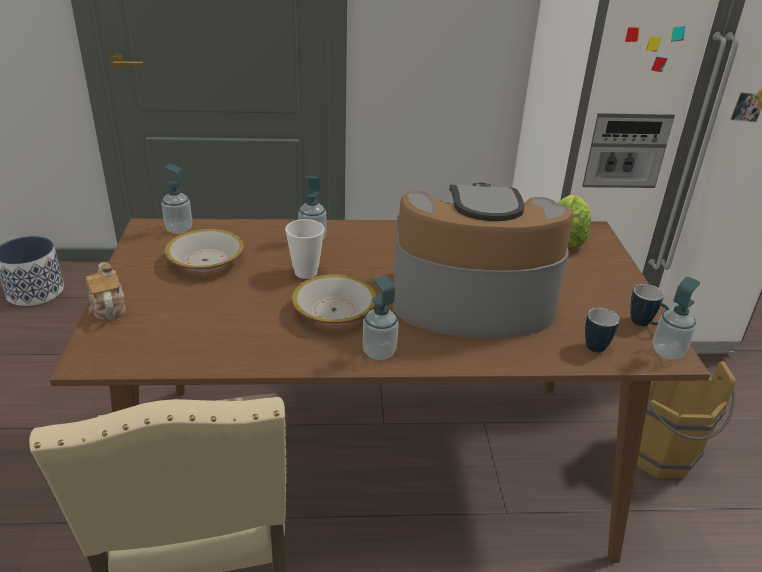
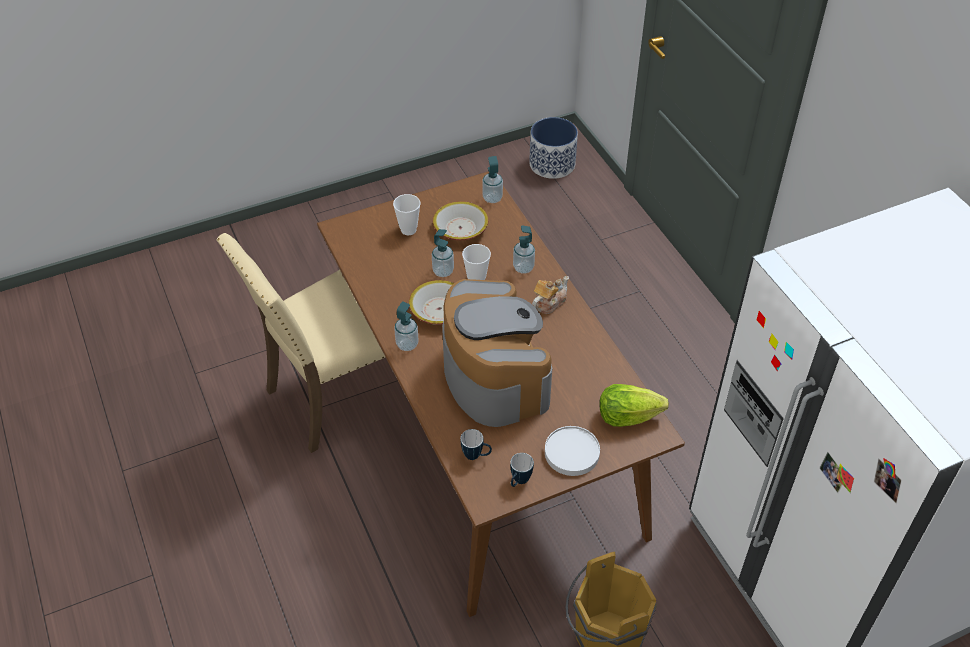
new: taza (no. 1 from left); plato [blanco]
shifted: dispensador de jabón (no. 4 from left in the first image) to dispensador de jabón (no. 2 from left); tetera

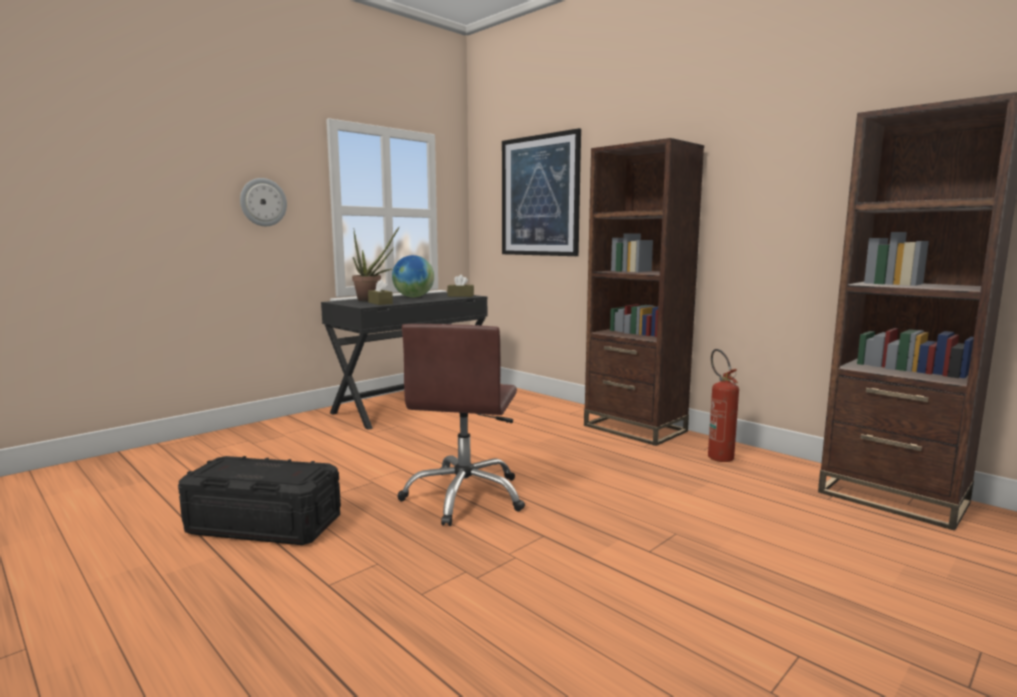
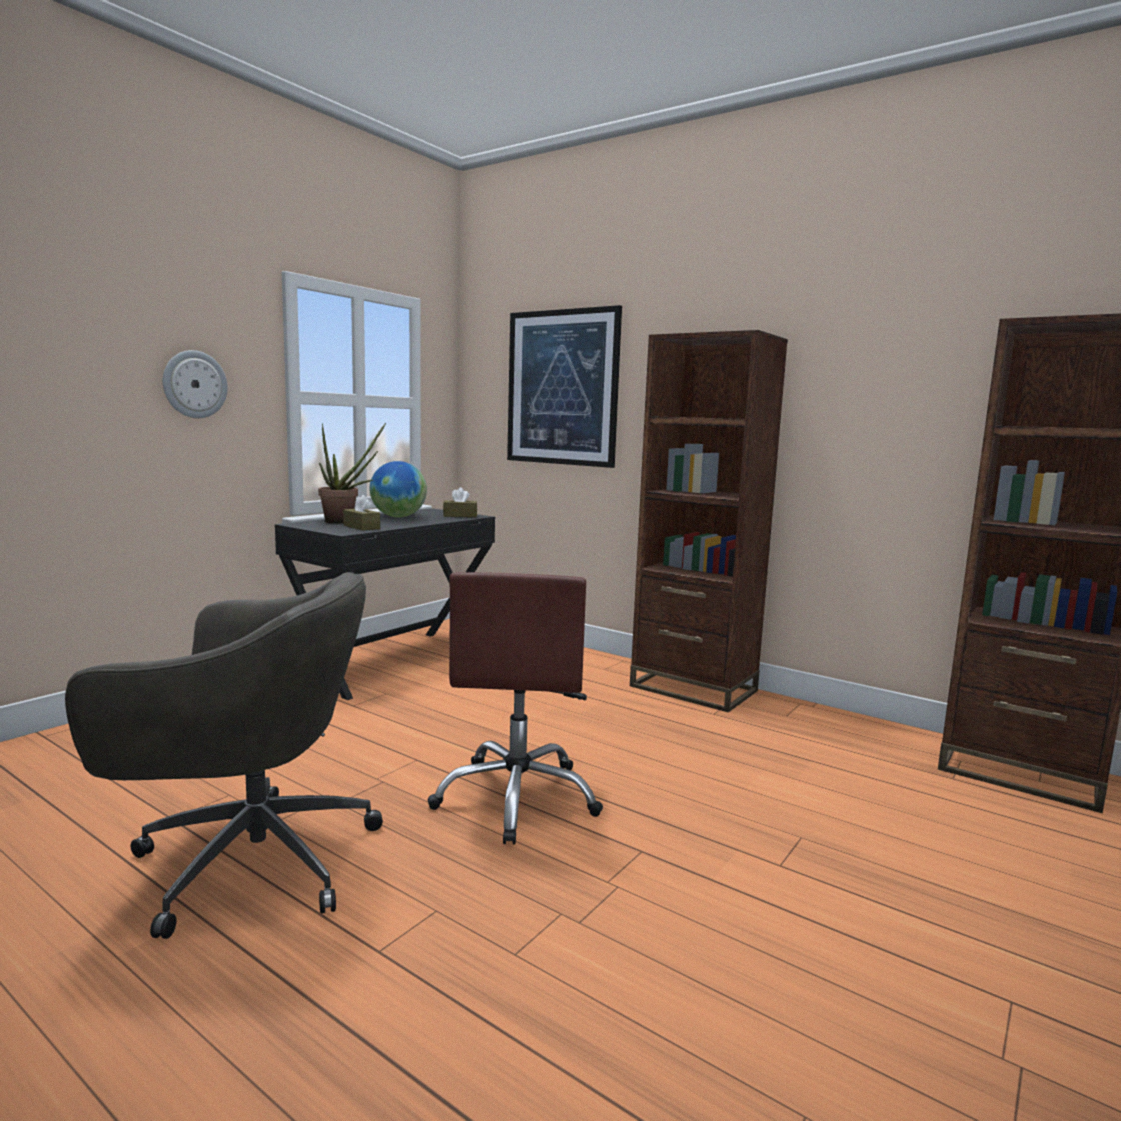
gone: extintor
swapped: caja de almacenaje [negro] to silla de oficina [gris]

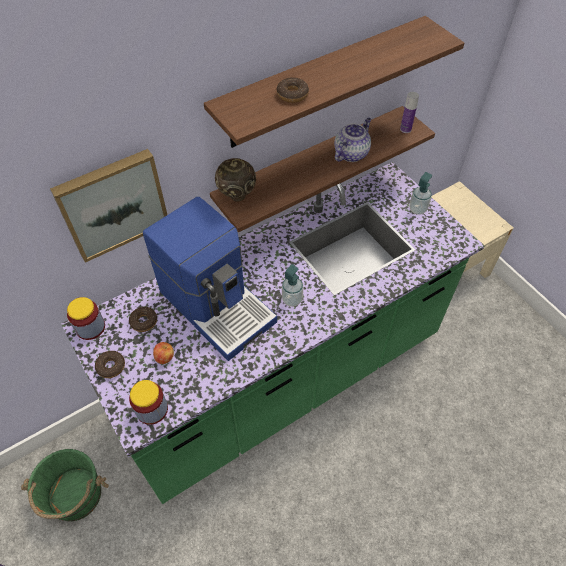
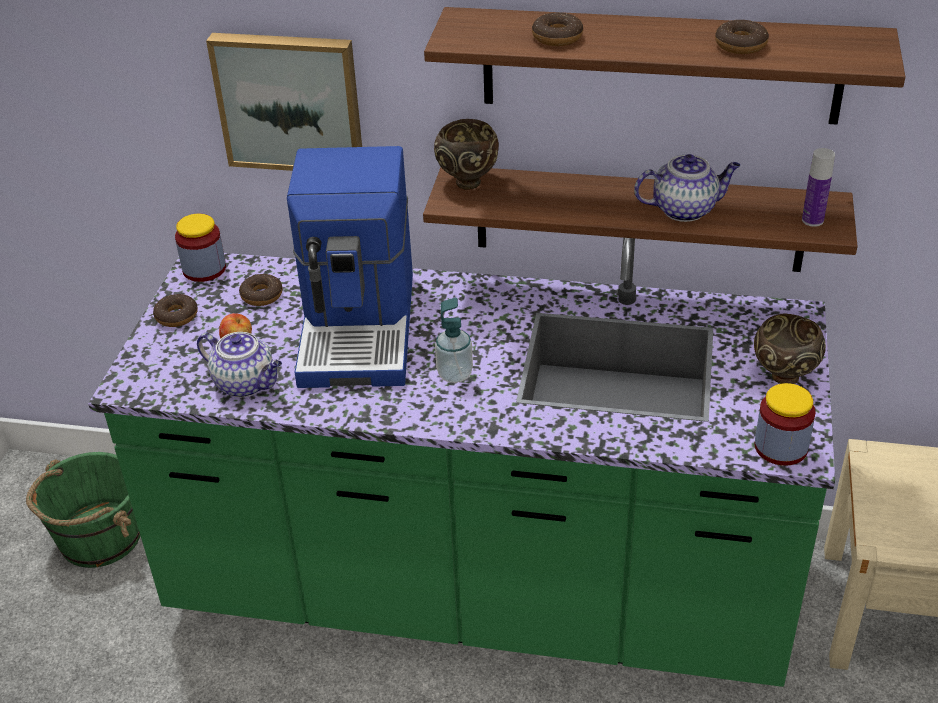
new: tetera (no. 1 from left); rosquilla (no. 4 from left)
shifted: tarro (no. 2 from left)
swapped: dispensador de jabón (no. 2 from left) to cuenco [marrón] (no. 2 from left)

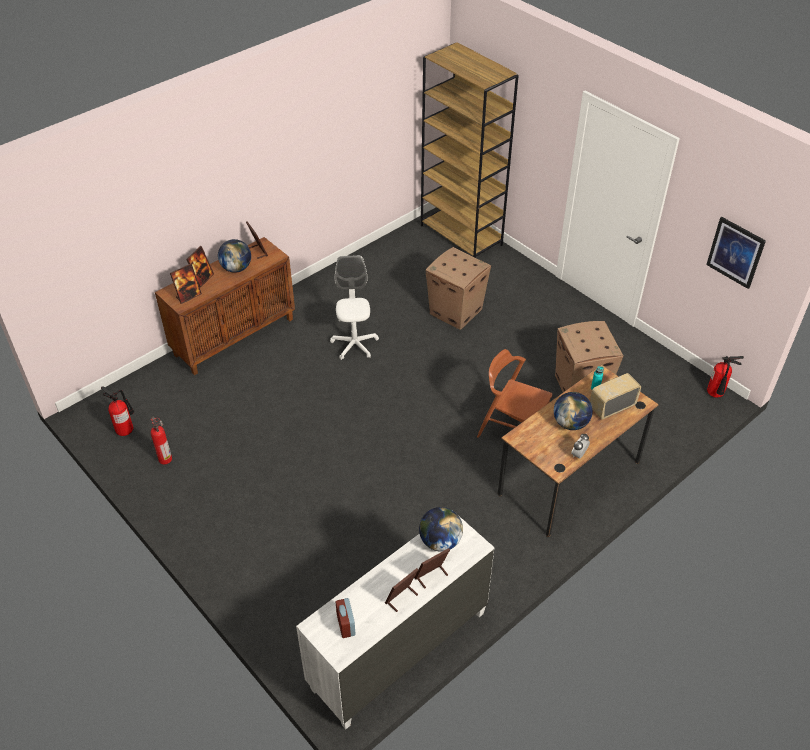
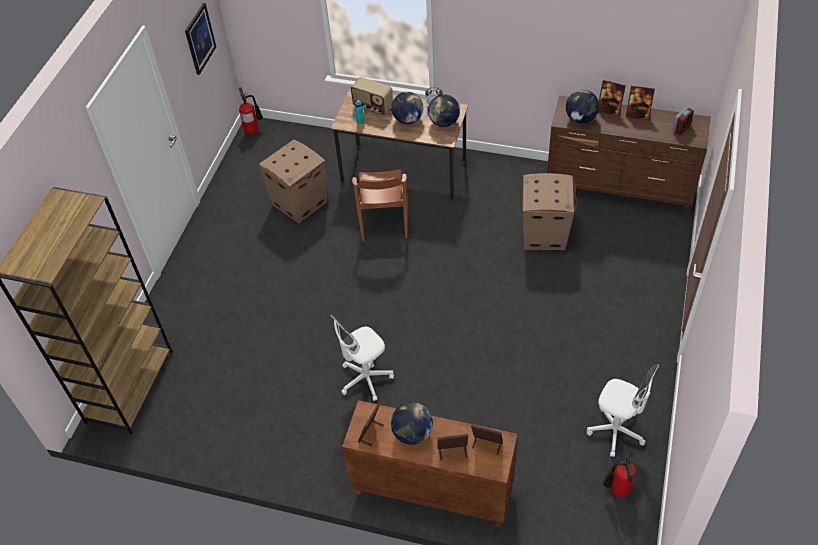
new: globo terráqueo (no. 3 from left)
shifted: caja de cartón (no. 1 from left in the first image) to caja de cartón (no. 2 from left)
swapped: extintor (no. 2 from left) to silla de oficina [blanco] (no. 2 from left)
repainted: cómoda [blanco] to cómoda [marrón]

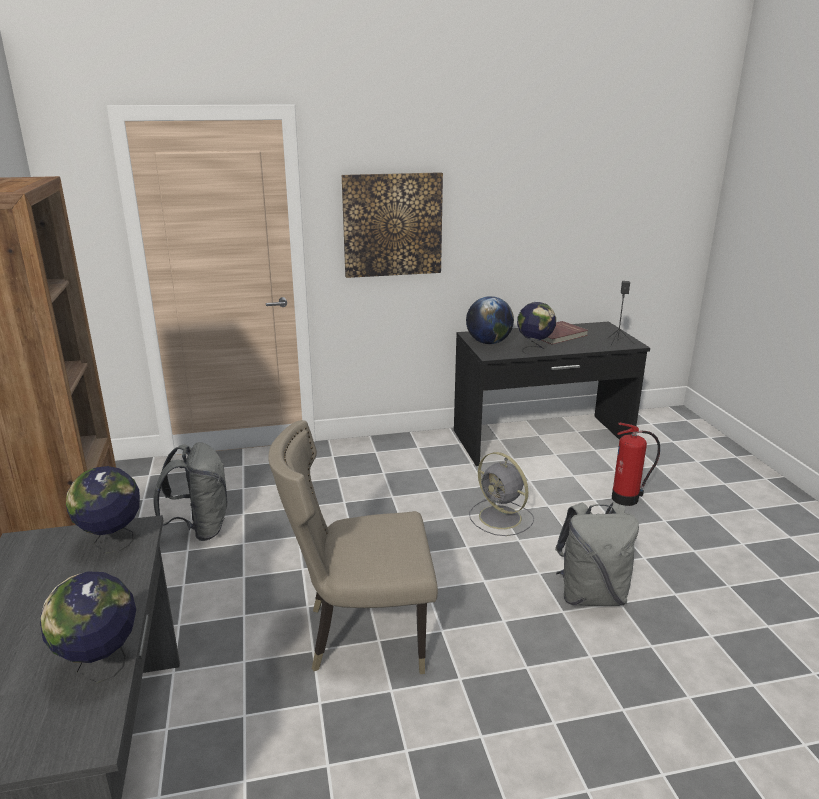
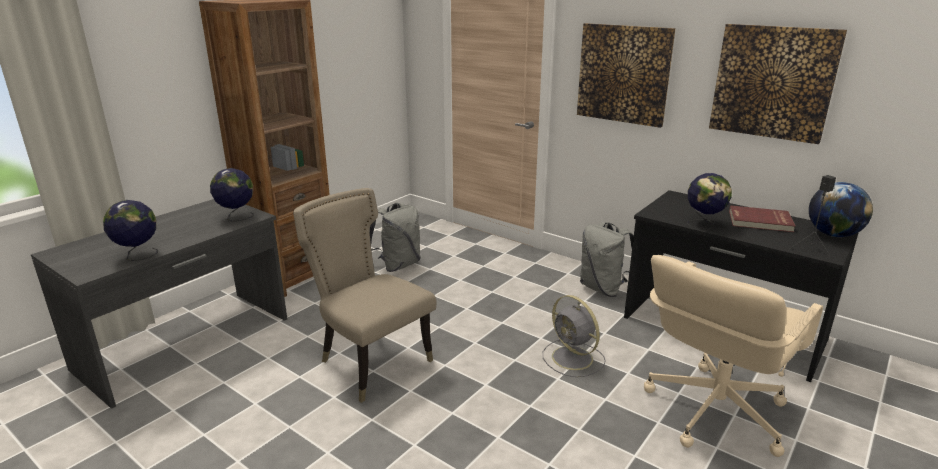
new: cuadro (no. 2 from left)
shifted: mochila [gris] (no. 2 from left); globo terráqueo (no. 3 from left in the first image) to globo terráqueo (no. 4 from left)
swapped: extintor to silla de oficina [beis]
rotated: ventilador [gris] 45 degrees counterclockwise

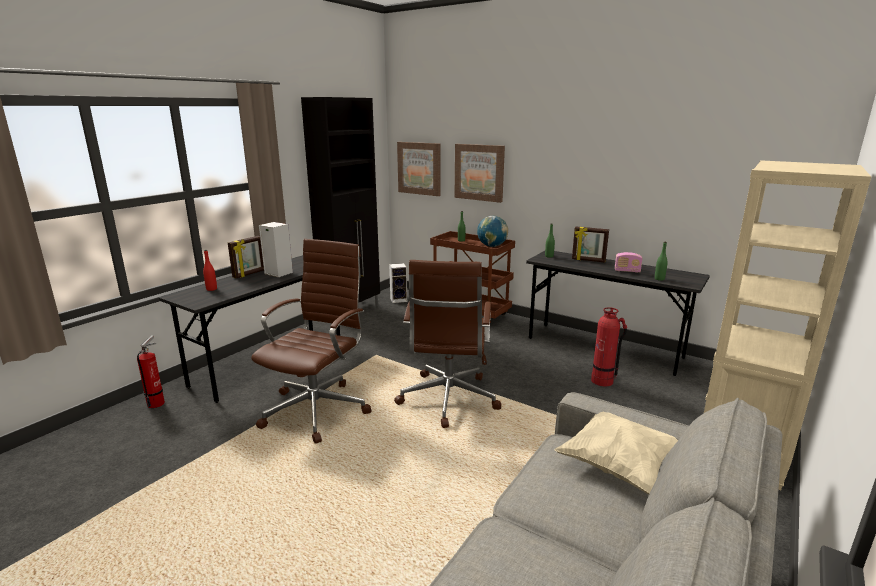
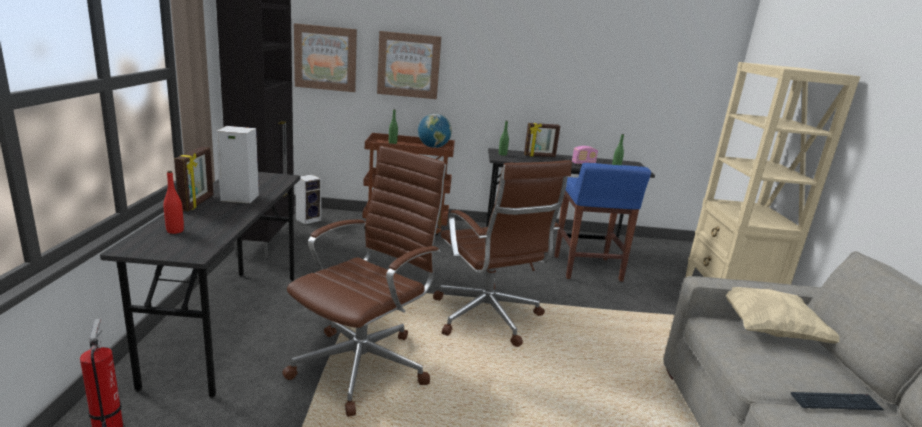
new: teclado
swapped: extintor (no. 2 from left) to taburete [azul]
rotated: silla de oficina [marrón] (no. 1 from left) 45 degrees clockwise

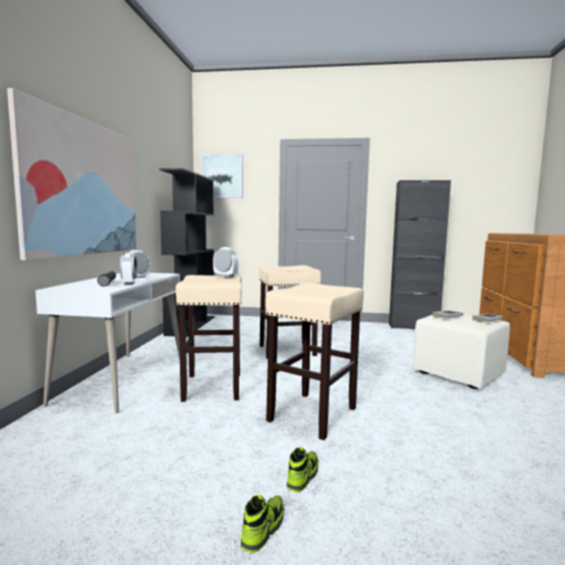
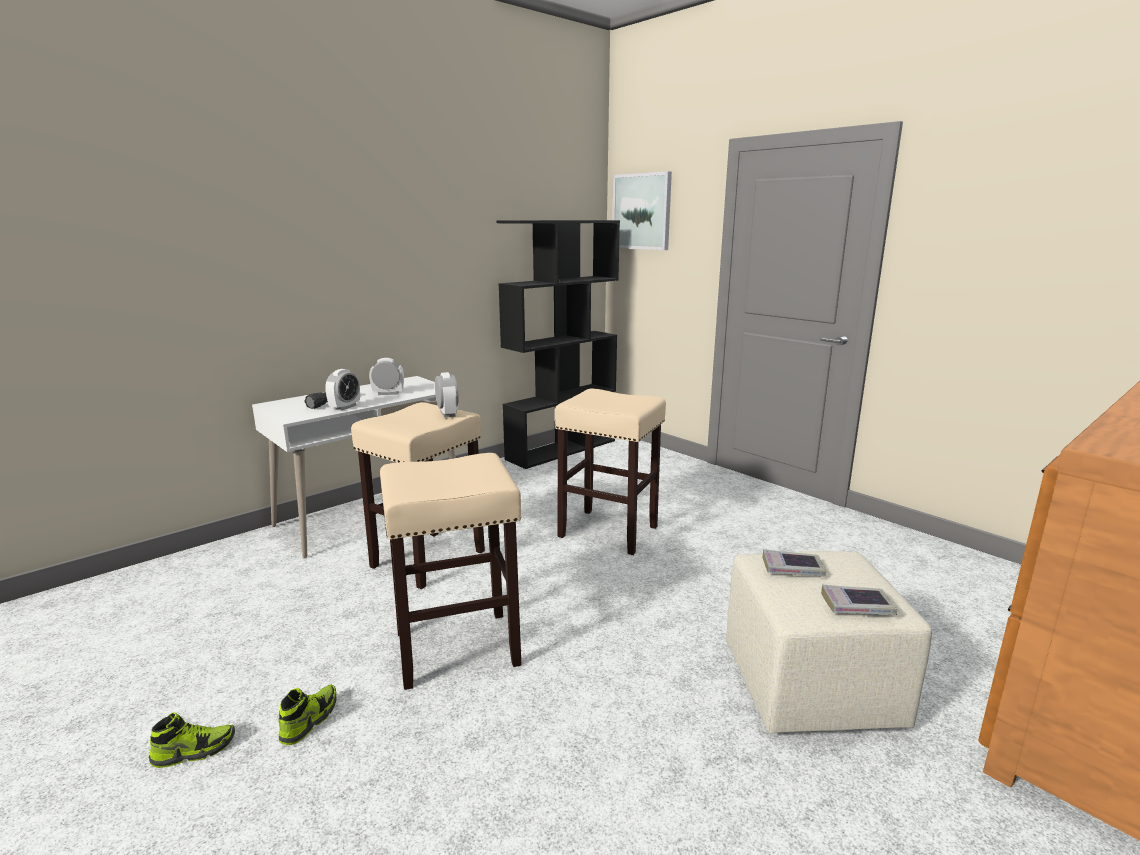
gone: cuadro (no. 1 from left); armario [negro]
rotated: zapato (no. 2 from left) 45 degrees counterclockwise

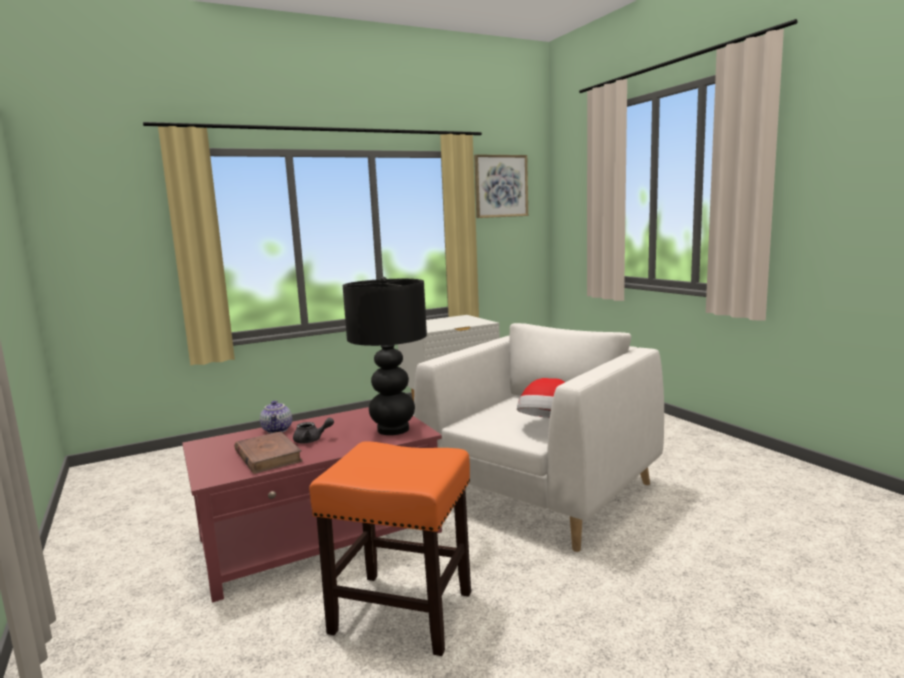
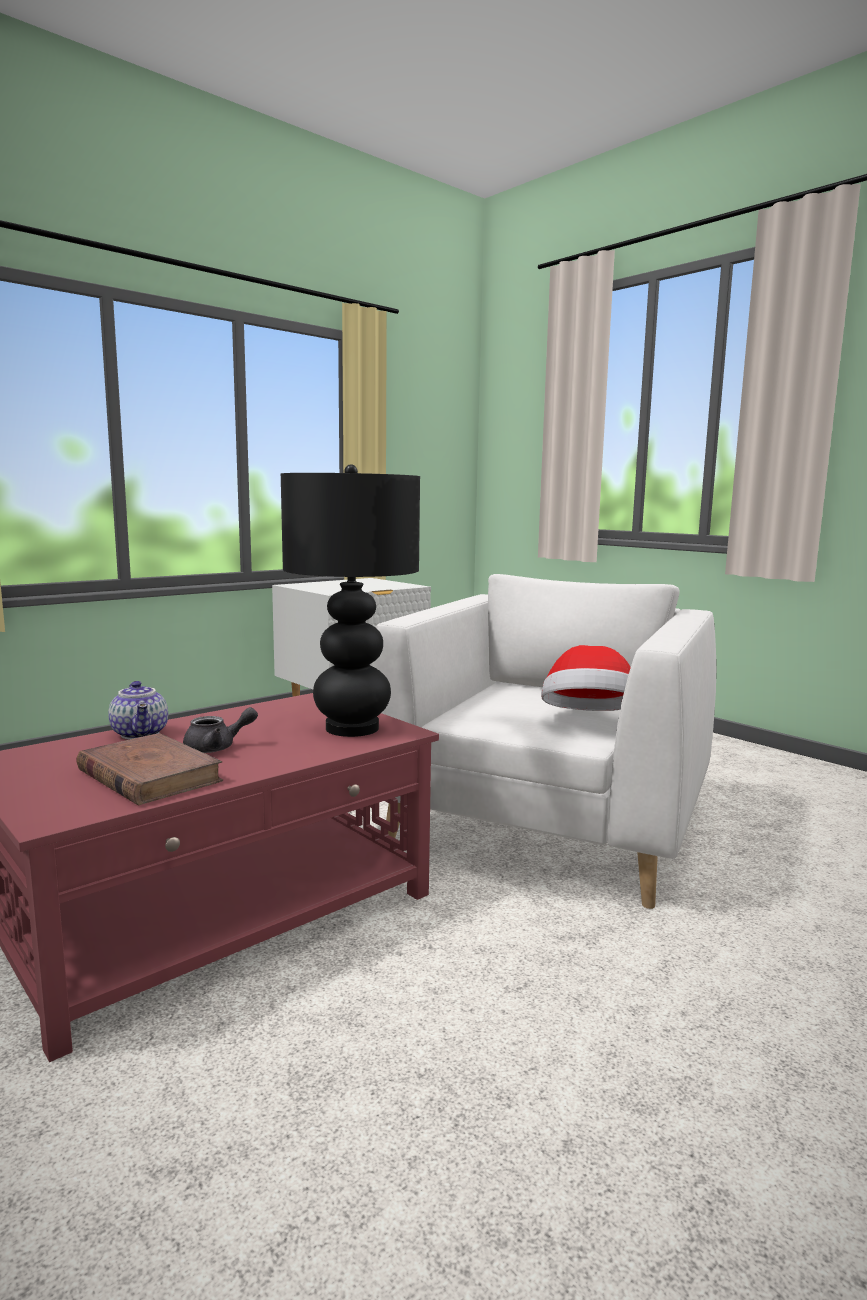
gone: taburete [naranja]; cuadro

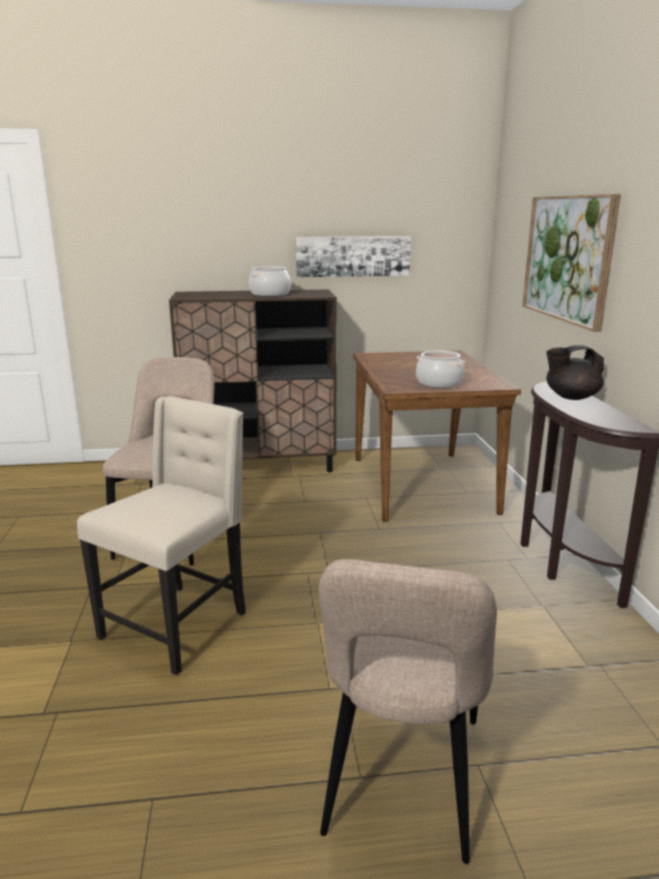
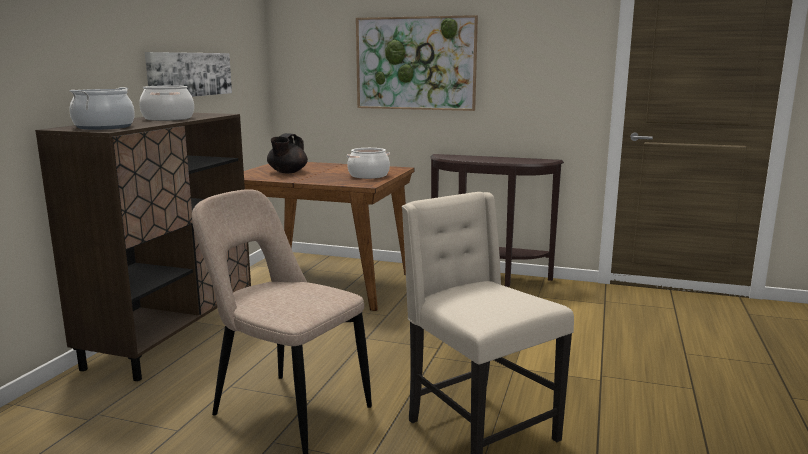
gone: silla [beis] (no. 3 from left)
new: olla (no. 1 from left)
shifted: tetera [negro]

